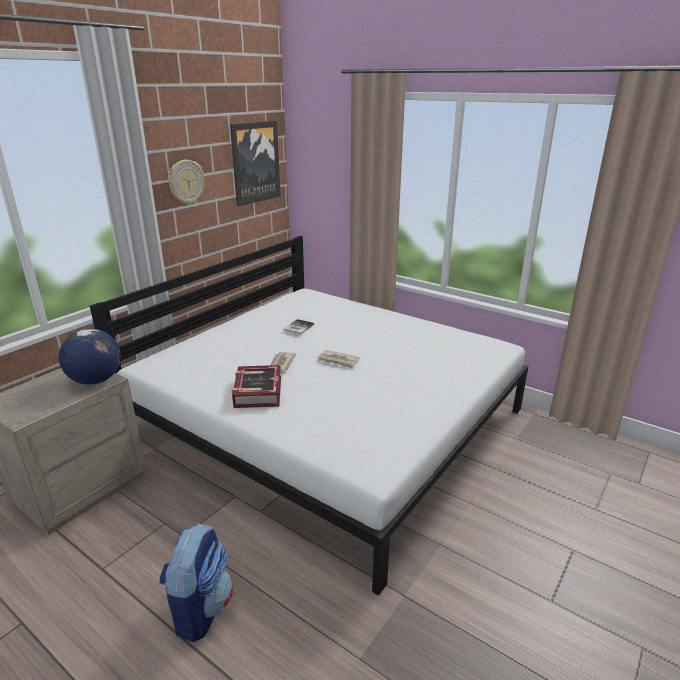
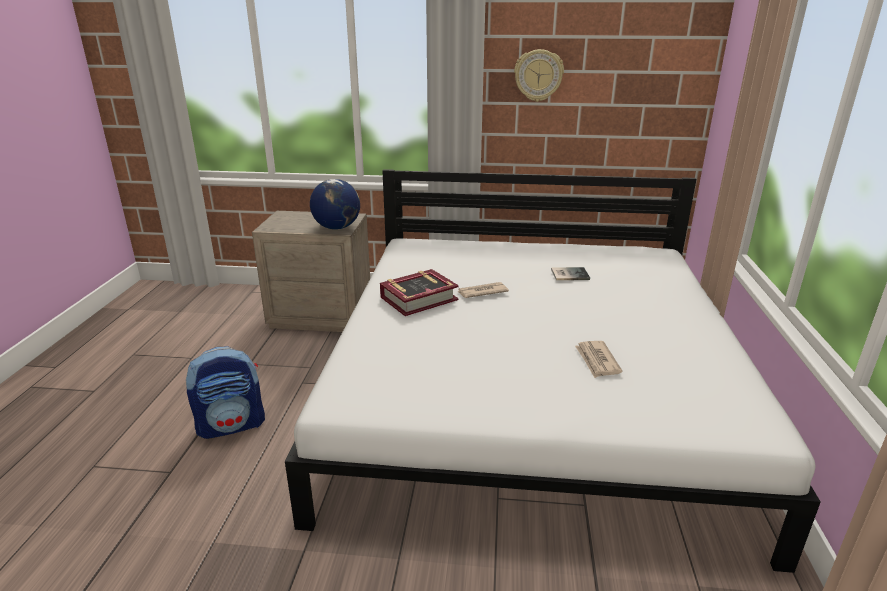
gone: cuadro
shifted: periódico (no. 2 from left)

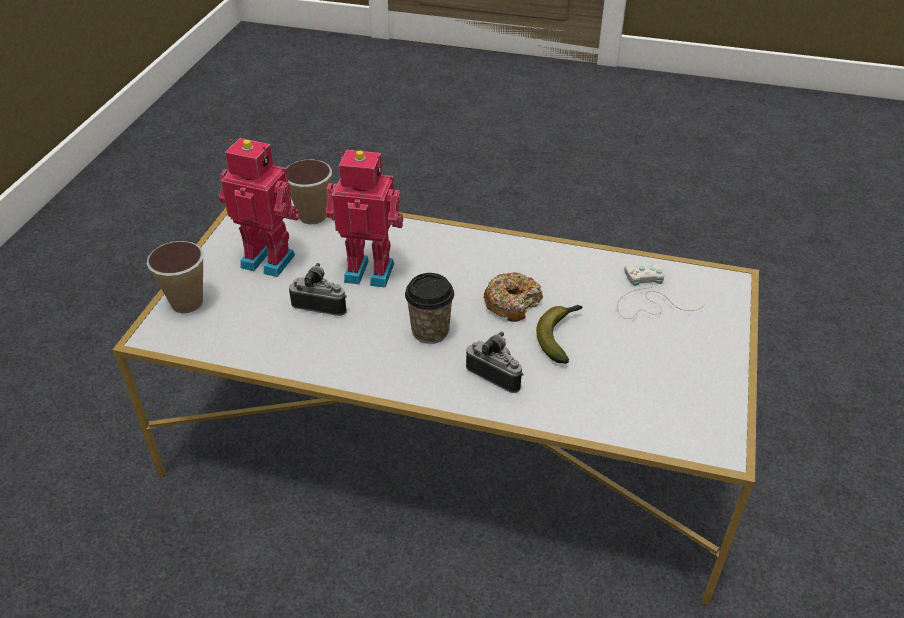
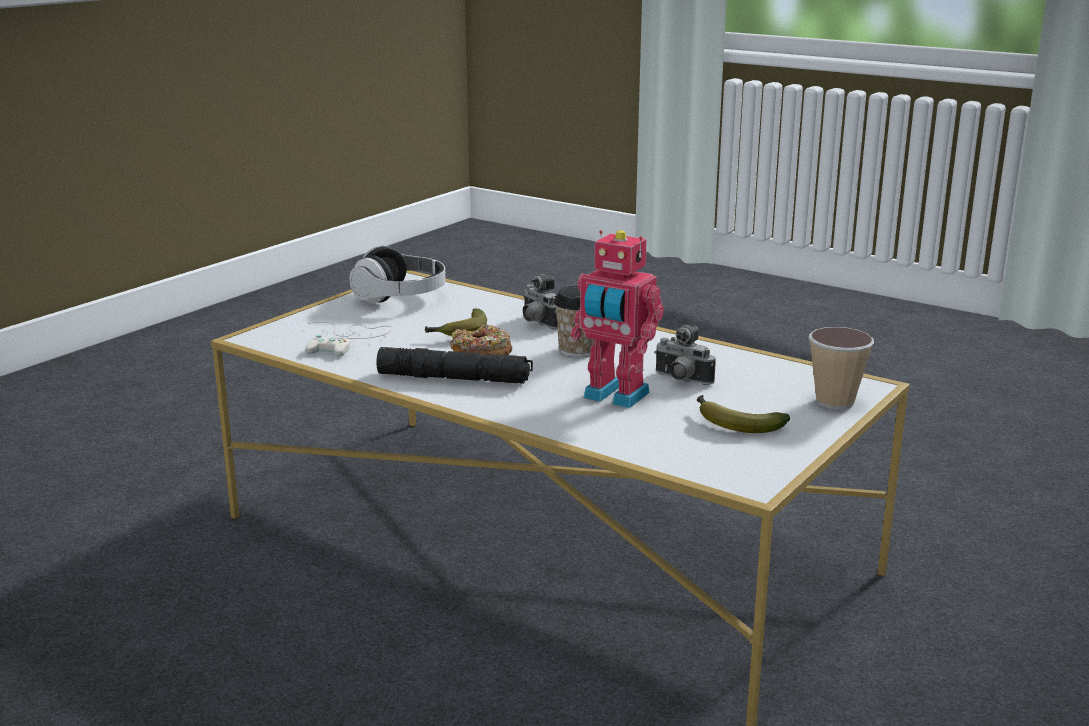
gone: taza (no. 2 from left)
new: auriculares; linterna [negro]
swapped: robot de juguete (no. 1 from left) to plátano (no. 2 from left)

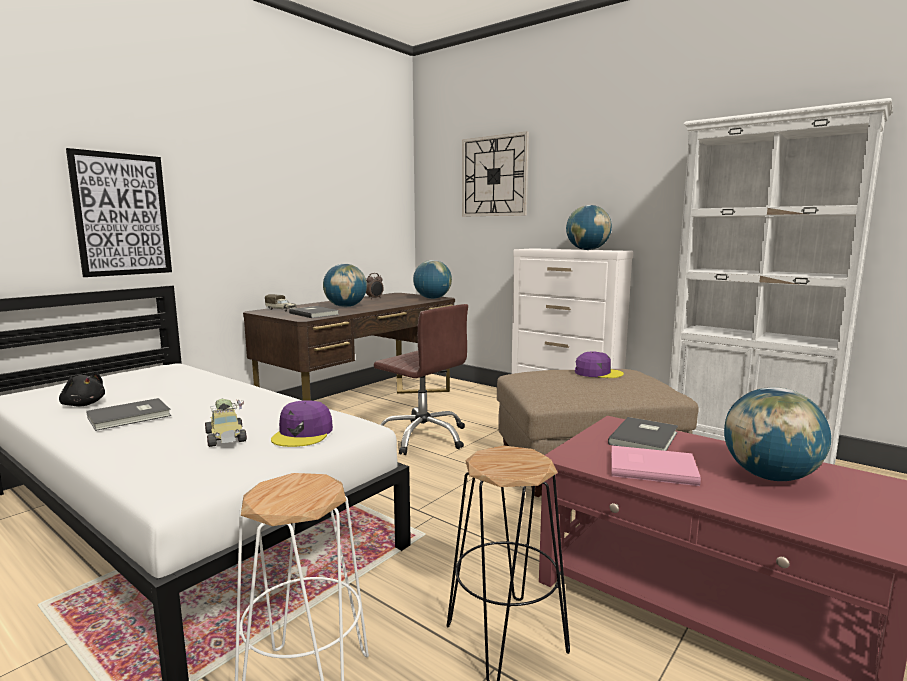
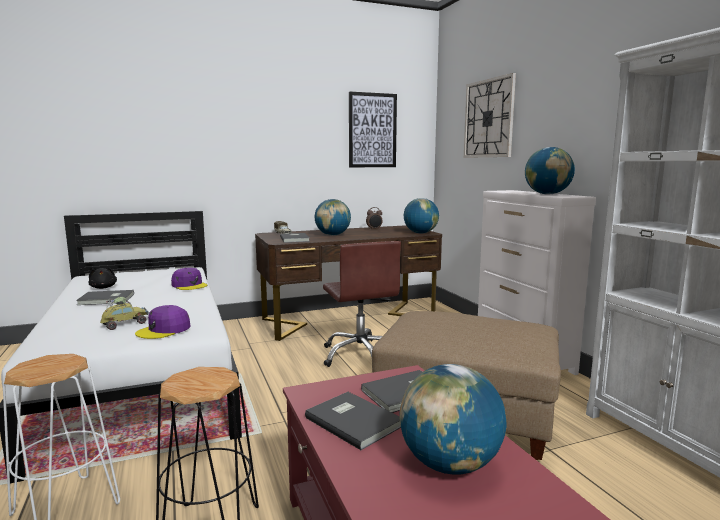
shifted: gorra [morado] (no. 2 from left); cuadro
repainted: libro [rosa] to libro [gris] (no. 3 from left)
rotated: coche de juguete 135 degrees counterclockwise

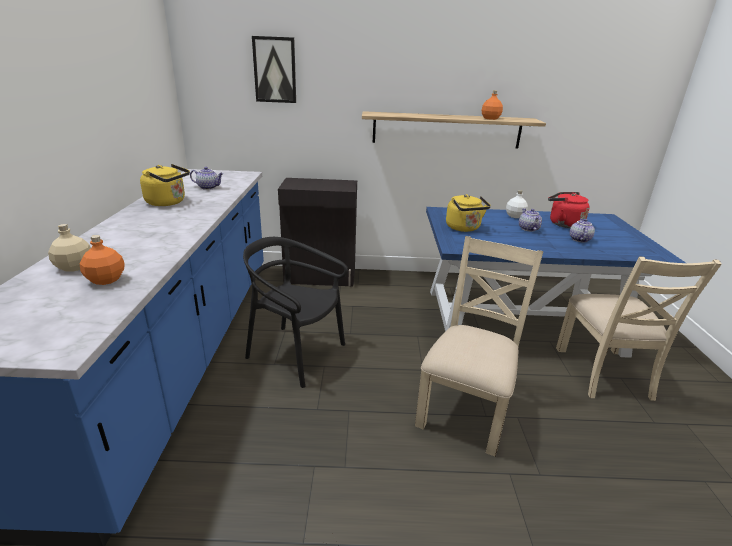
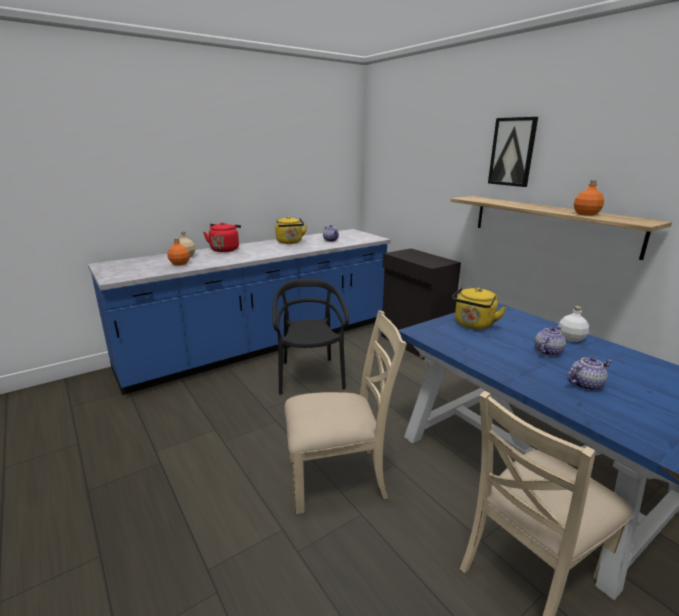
shifted: hervidor [rojo]; cuadro

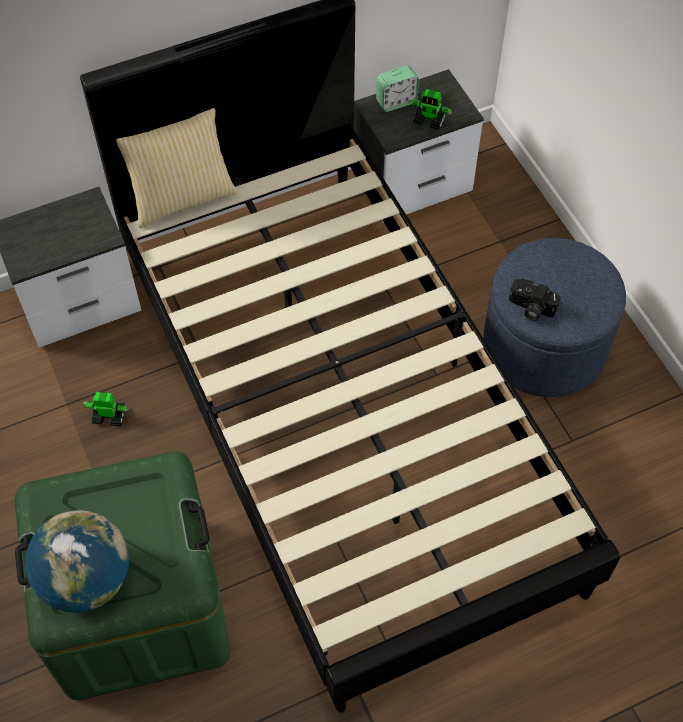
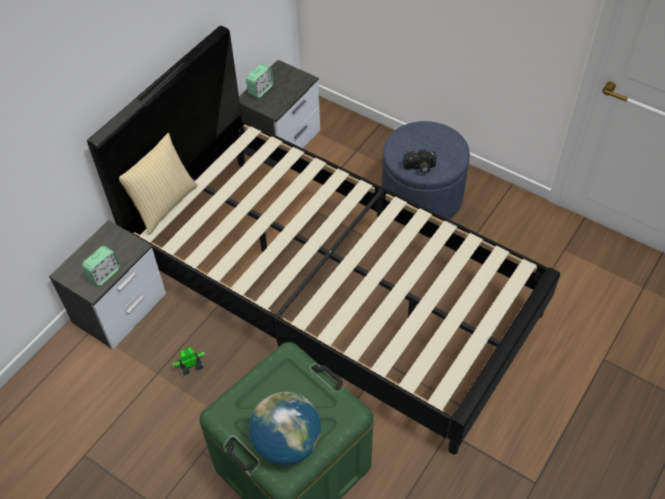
gone: robot de juguete (no. 2 from left)
new: despertador (no. 1 from left)

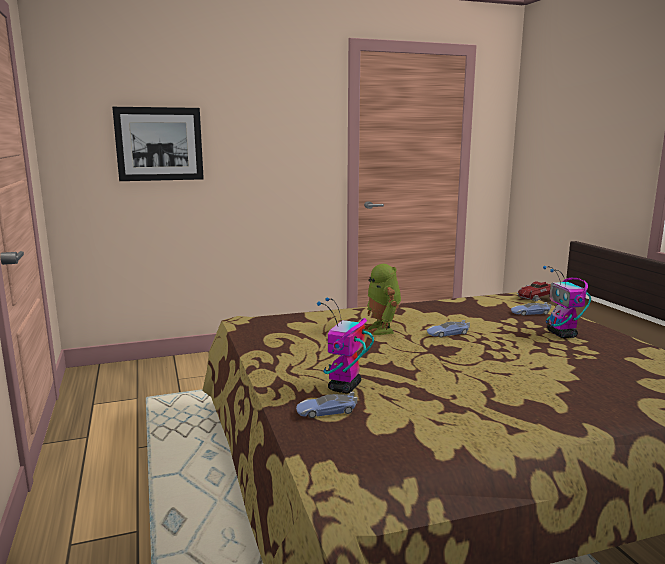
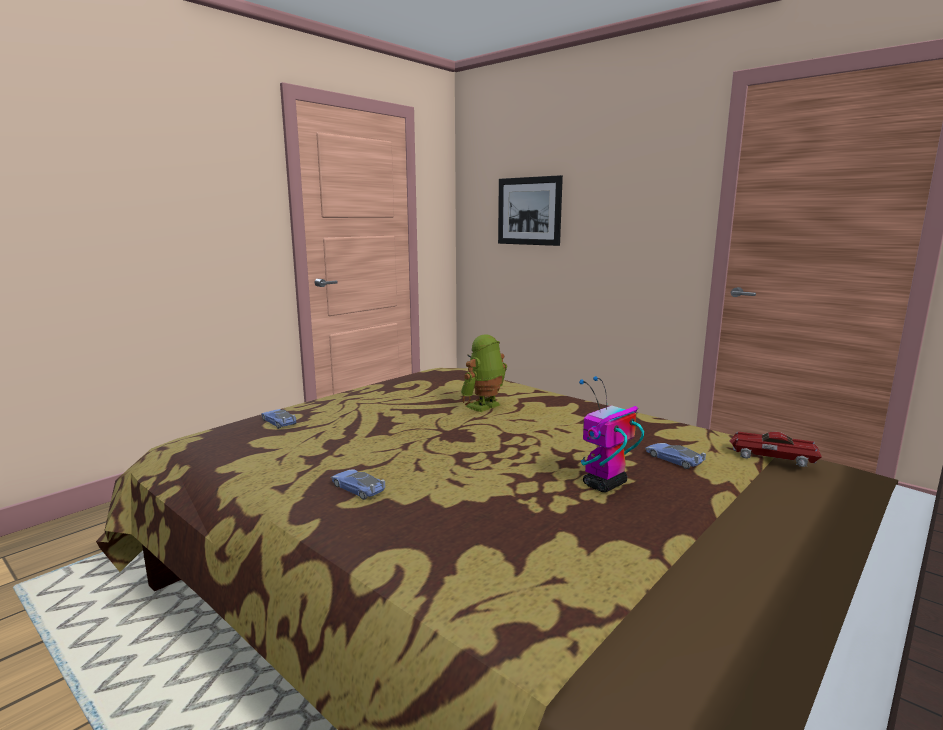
gone: robot de juguete (no. 1 from left)
shifted: coche de juguete (no. 2 from left)

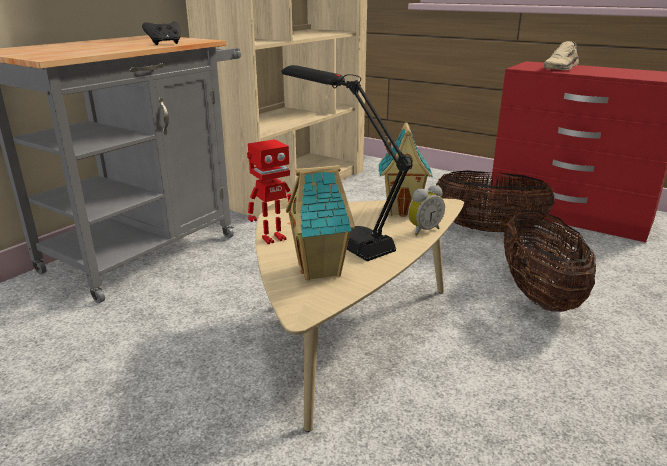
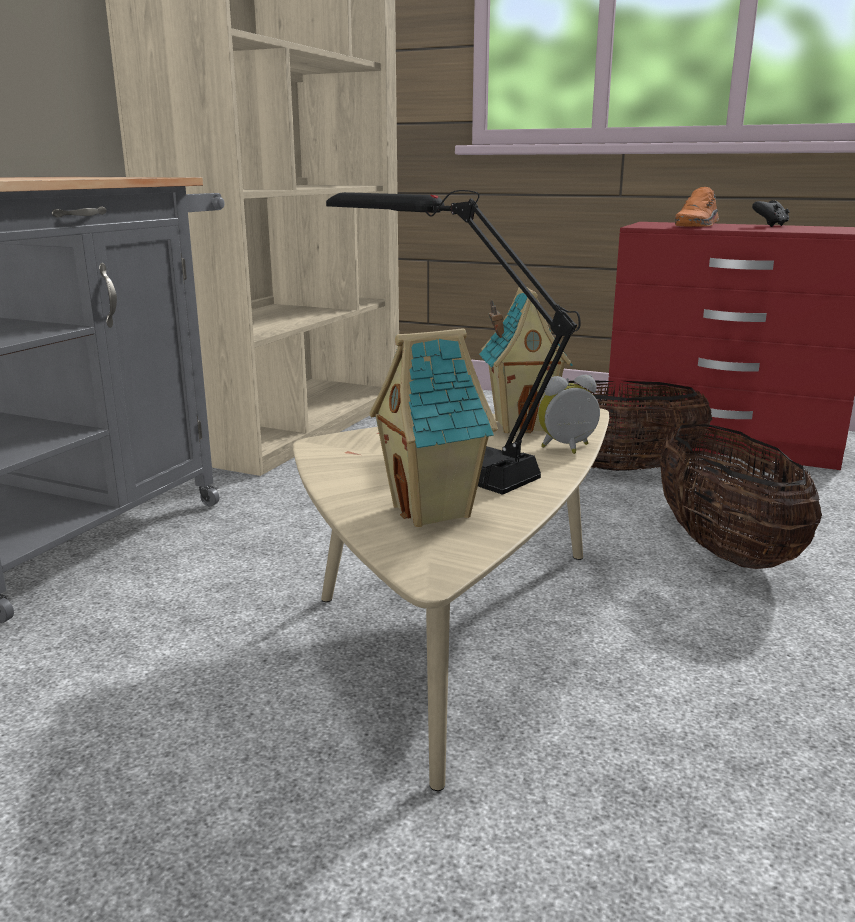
gone: robot de juguete
shifted: mando de consola [negro]
repainted: zapato [beis] to zapato [naranja]
rotated: despertador 150 degrees counterclockwise

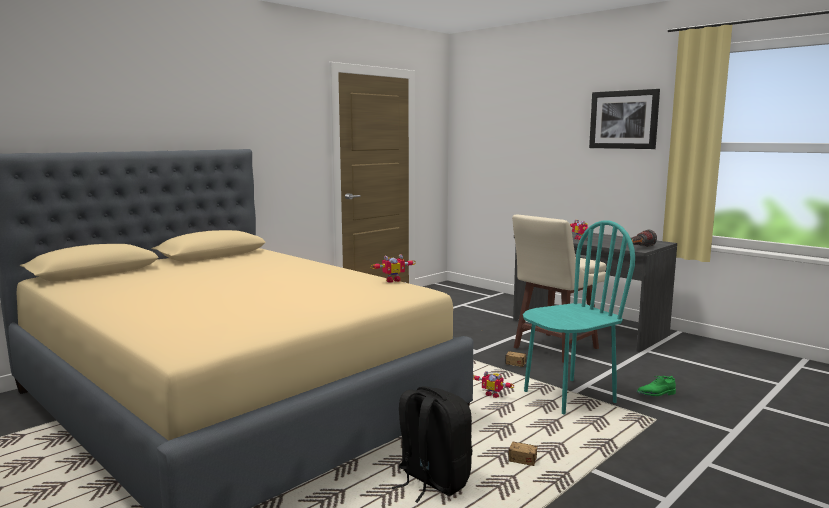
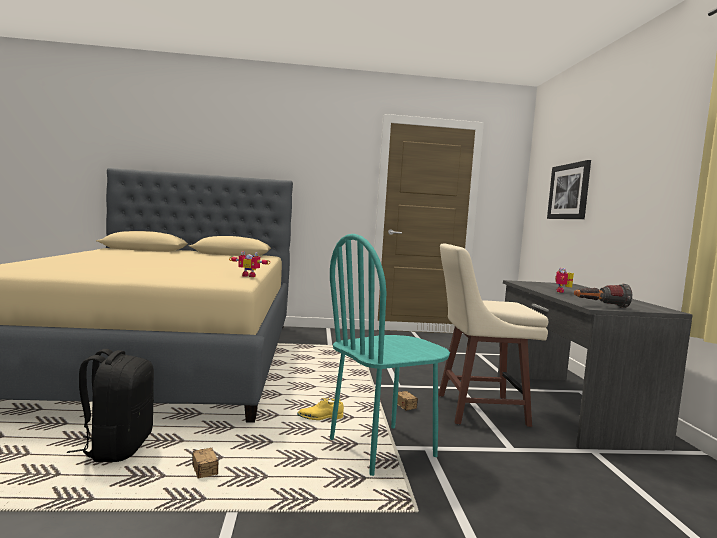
gone: zapato [verde]
shifted: cuadro
swapped: robot de juguete (no. 2 from left) to zapato [amarillo]
rotated: silla [turquesa] 135 degrees clockwise

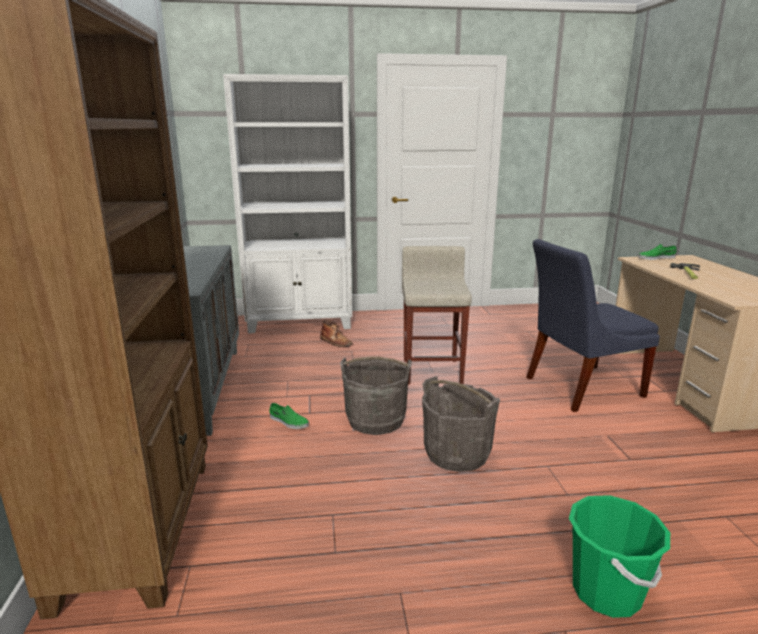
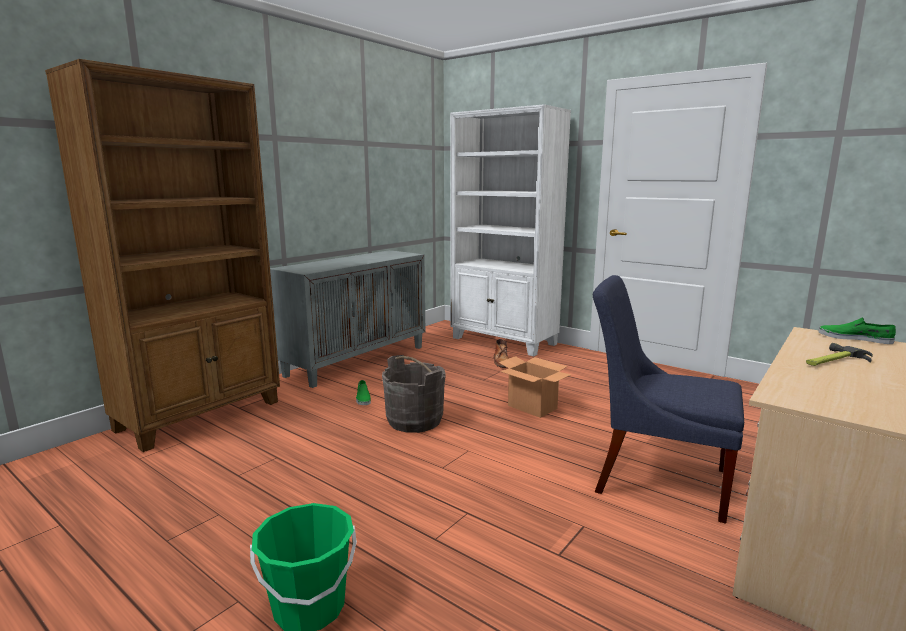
gone: cubo [gris] (no. 2 from left)
swapped: taburete [beis] to caja de cartón

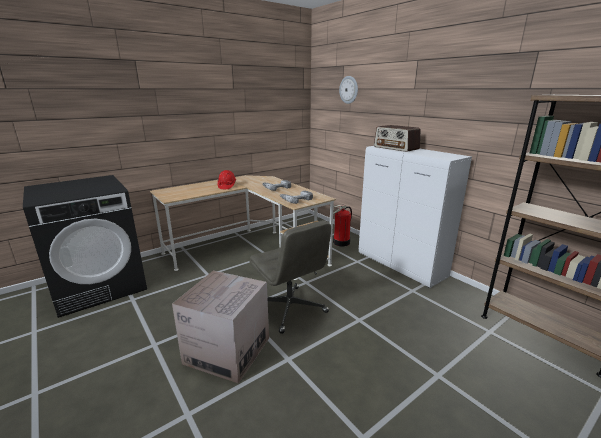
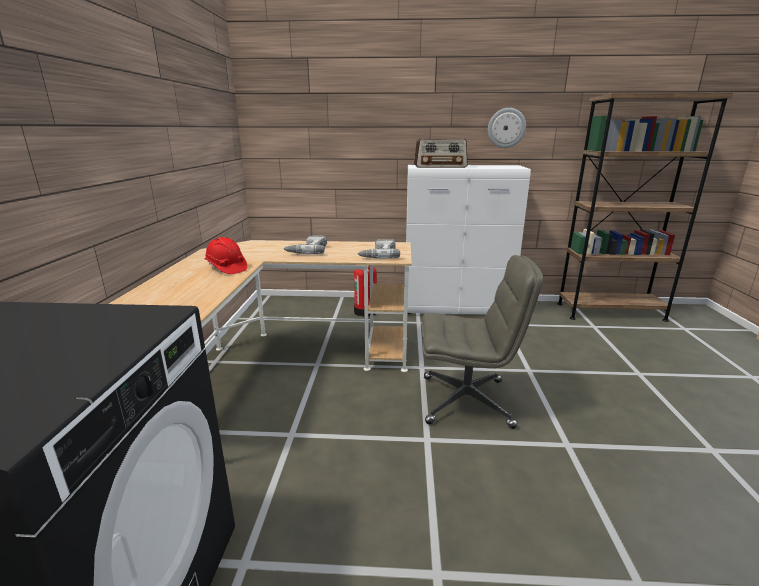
gone: caja de cartón
shifted: reloj de pared

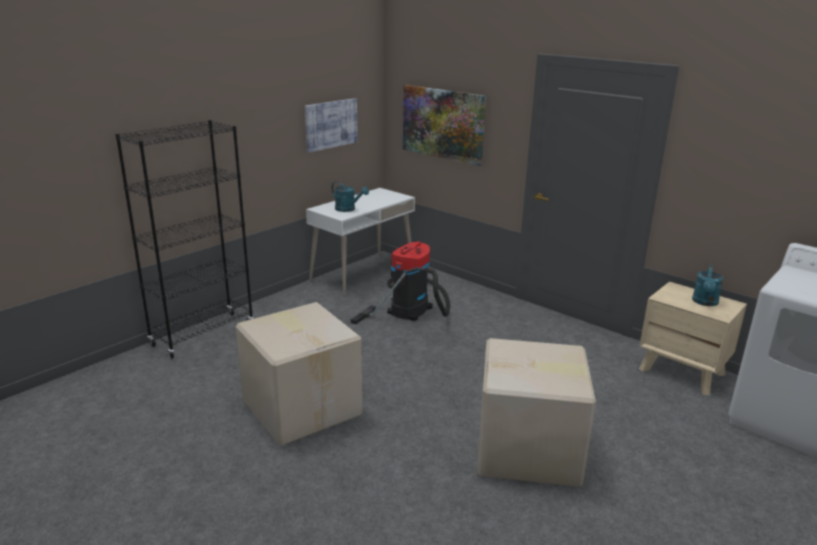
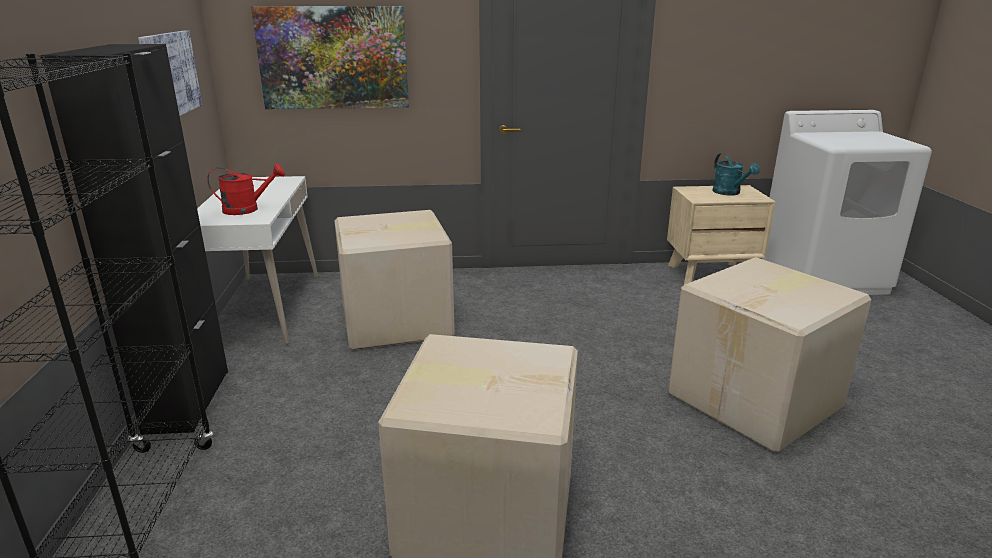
new: armario [negro]
swapped: aspiradora to caja de cartón (no. 1 from left)
repainted: regadera [turquesa] (no. 1 from left) to regadera [rojo]

